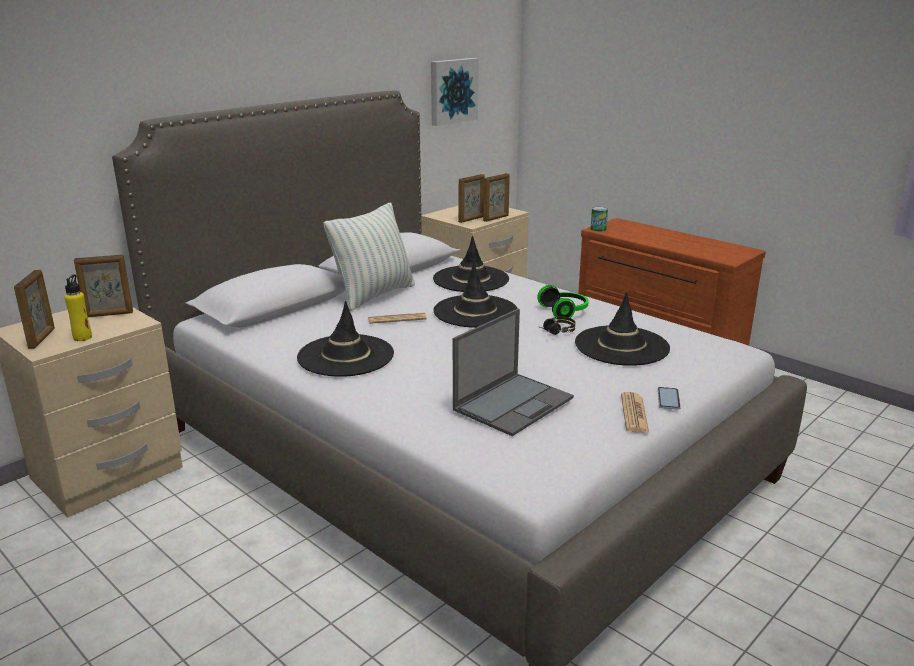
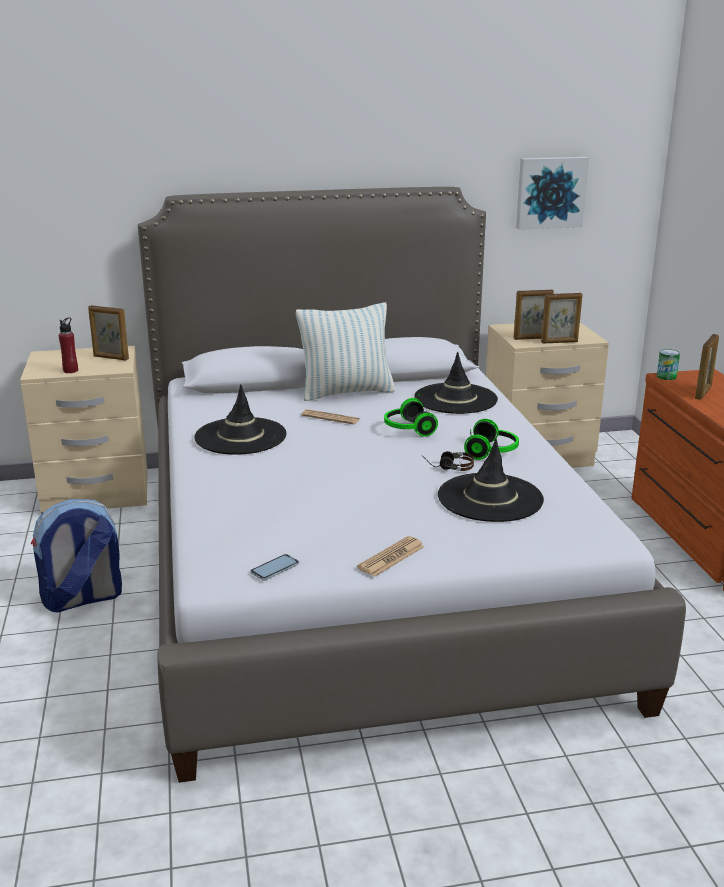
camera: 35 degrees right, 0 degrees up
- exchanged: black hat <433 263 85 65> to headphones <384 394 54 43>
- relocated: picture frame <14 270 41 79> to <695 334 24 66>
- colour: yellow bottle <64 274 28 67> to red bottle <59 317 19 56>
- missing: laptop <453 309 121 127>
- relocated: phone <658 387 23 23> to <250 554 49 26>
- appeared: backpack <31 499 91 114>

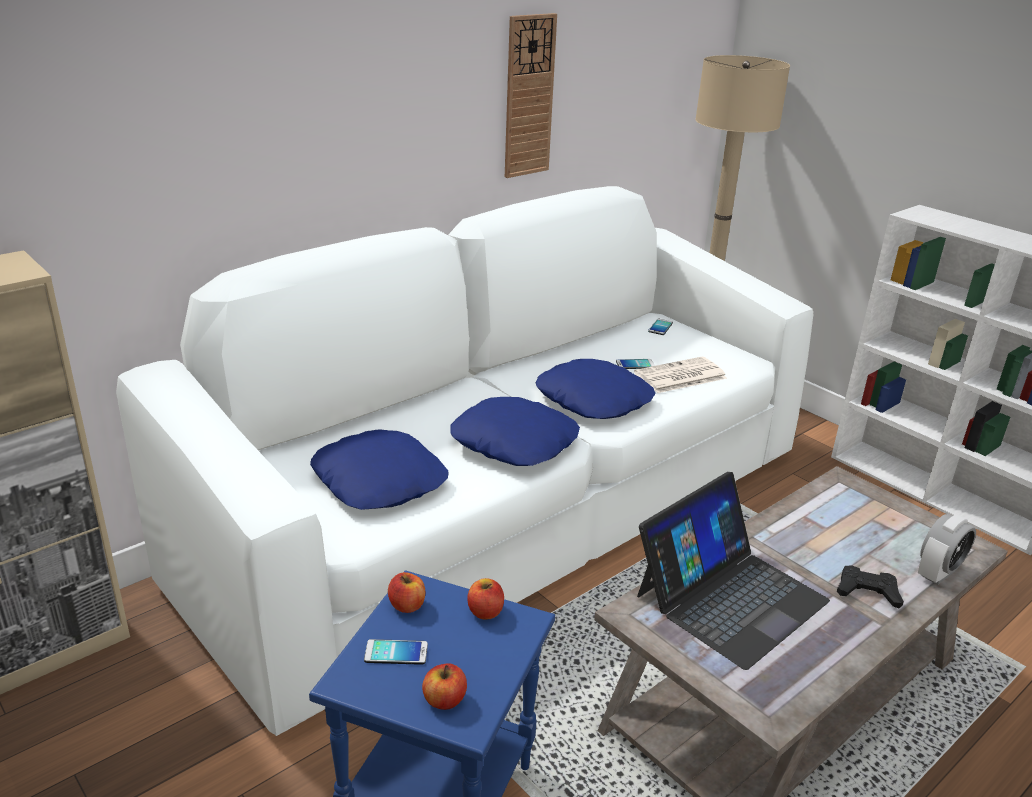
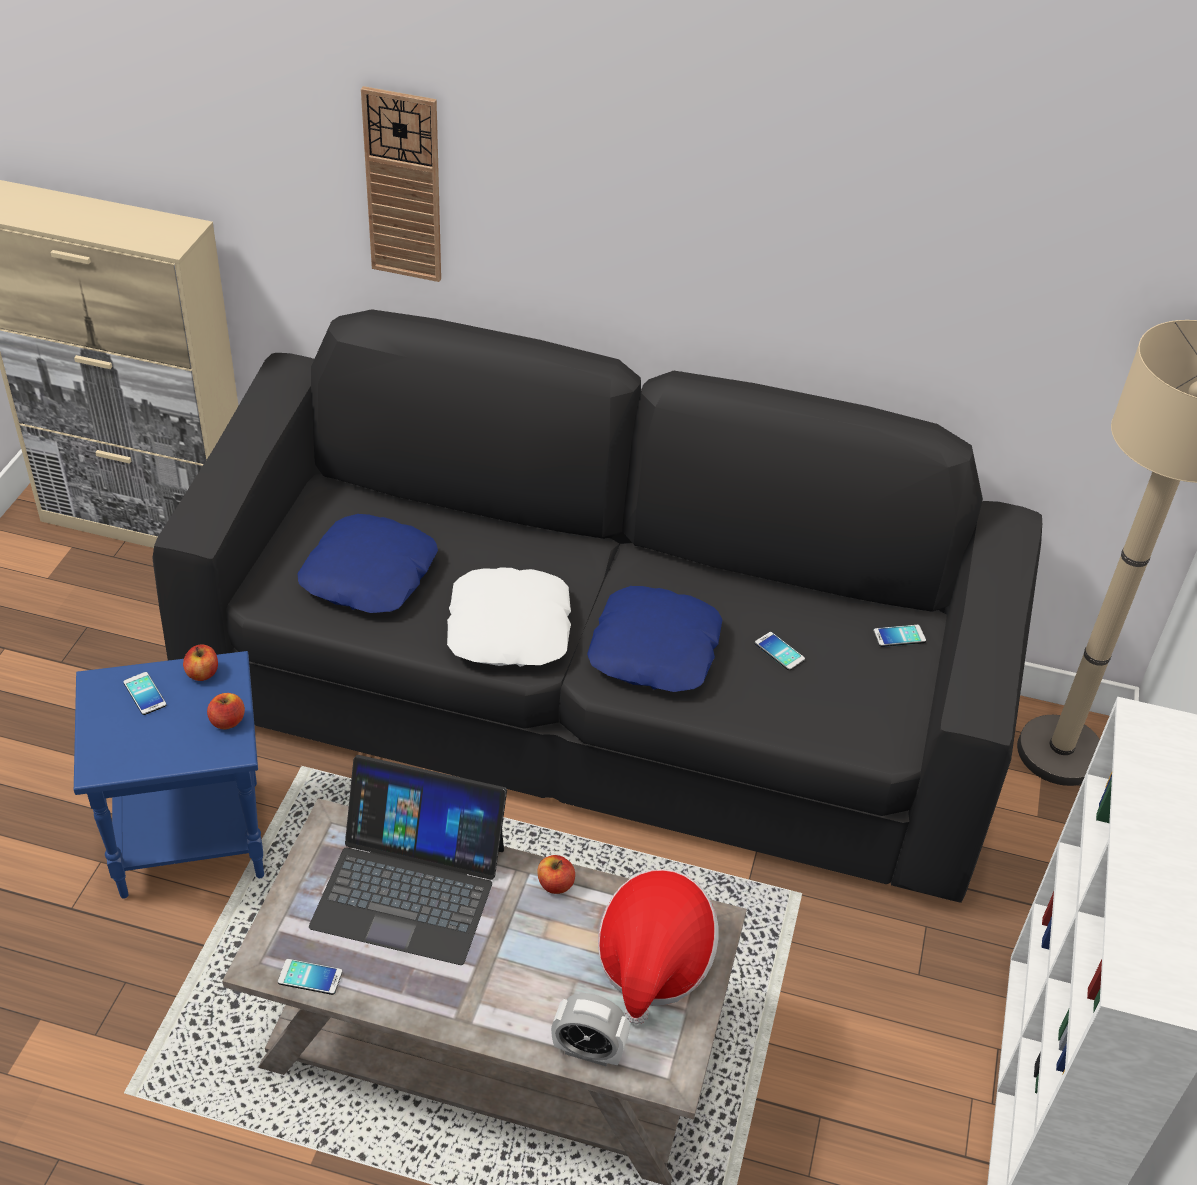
camera: 55 degrees right, 15 degrees up
- relocated: wall clock <505 13 52 165> to <361 86 80 196>
- colour: white sofa <116 186 697 550> to black sofa <152 309 890 594>
- missing: newspaper <634 357 93 36>
- colour: blue pillow <450 397 130 69> to white pillow <447 567 124 100>
- missing: black game controller <837 565 67 43>
- relocated: apple <422 663 45 47> to <537 855 38 39>
- appeared: hat <598 869 120 155>
- appeared: phone <278 959 65 36>

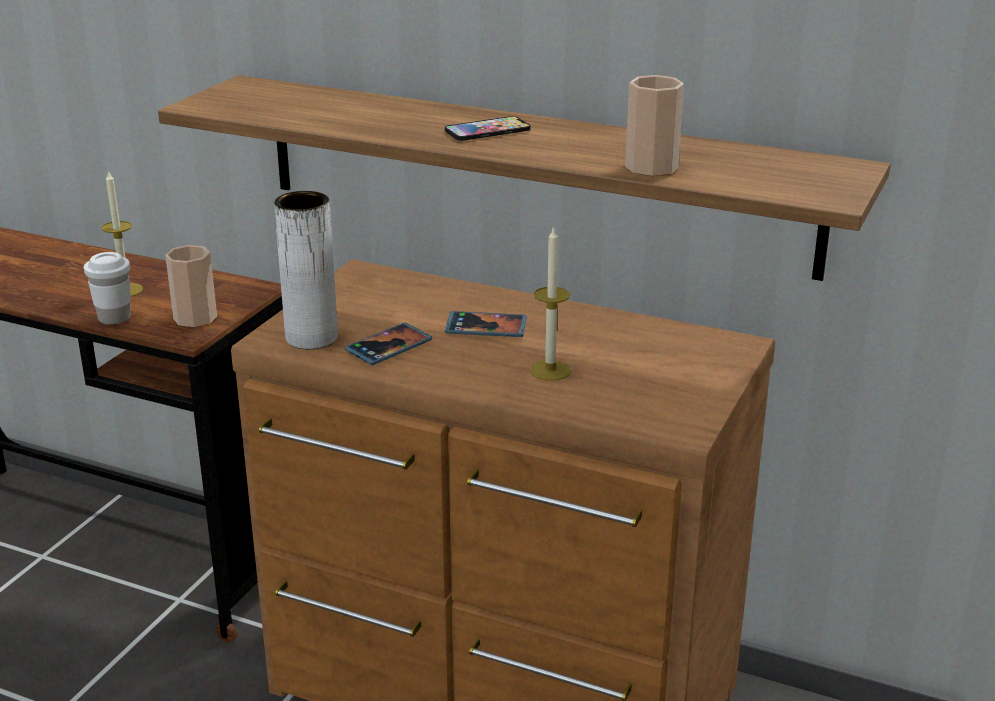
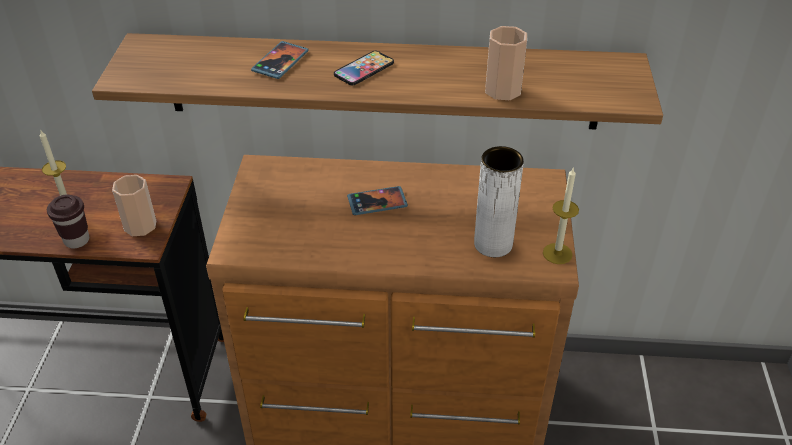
camera: 20 degrees left, 15 degrees up
- relocated: white vase <274 191 64 158> to <474 146 50 111>
- relocated: candle <530 226 41 155> to <543 168 36 96>
- colour: white cup <84 252 47 73> to brown cup <47 194 42 54>
- relocated: phone <345 323 87 42> to <251 41 57 38>

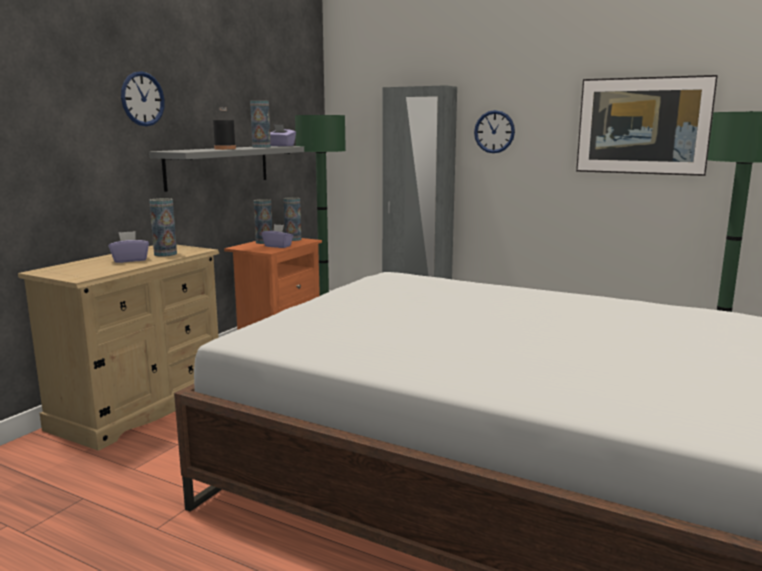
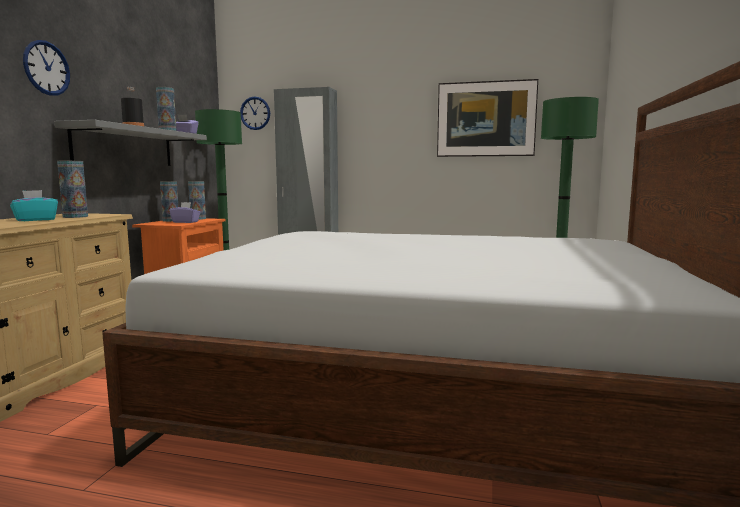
camera: 15 degrees left, 5 degrees down
- relocated: wall clock <474 110 41 43> to <240 96 30 34>
- colour: purple tissue box <108 231 41 32> to turquoise tissue box <10 190 48 31>

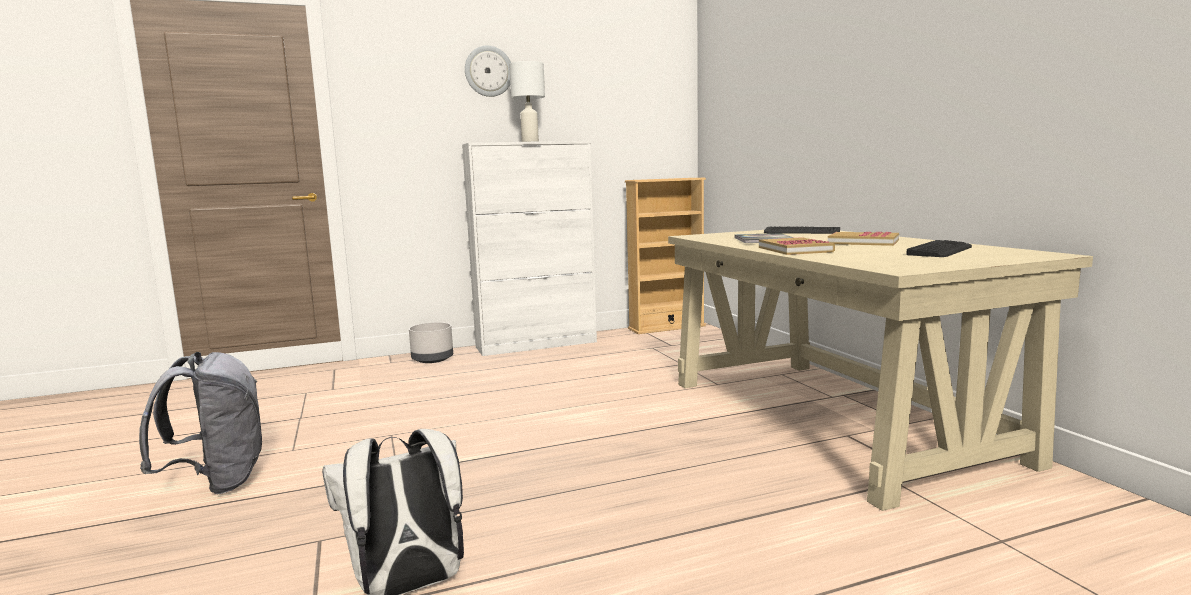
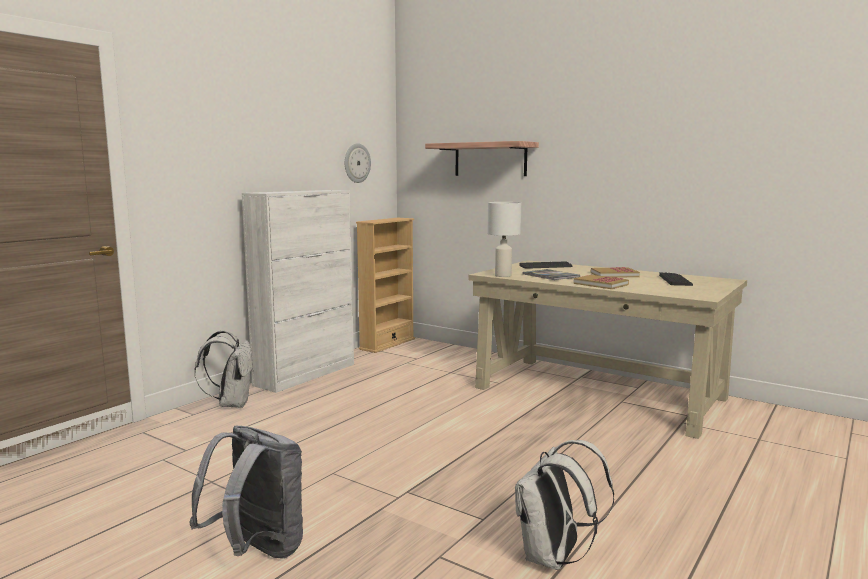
camera: 35 degrees left, 0 degrees up
- relocated: wall clock <465 46 46 51> to <345 143 26 40>
- relocated: white table lamp <509 61 36 81> to <488 202 33 75>
- exchanged: grey planter <409 322 44 41> to white backpack <194 330 60 78>
- appeared: shelf <425 141 114 35>

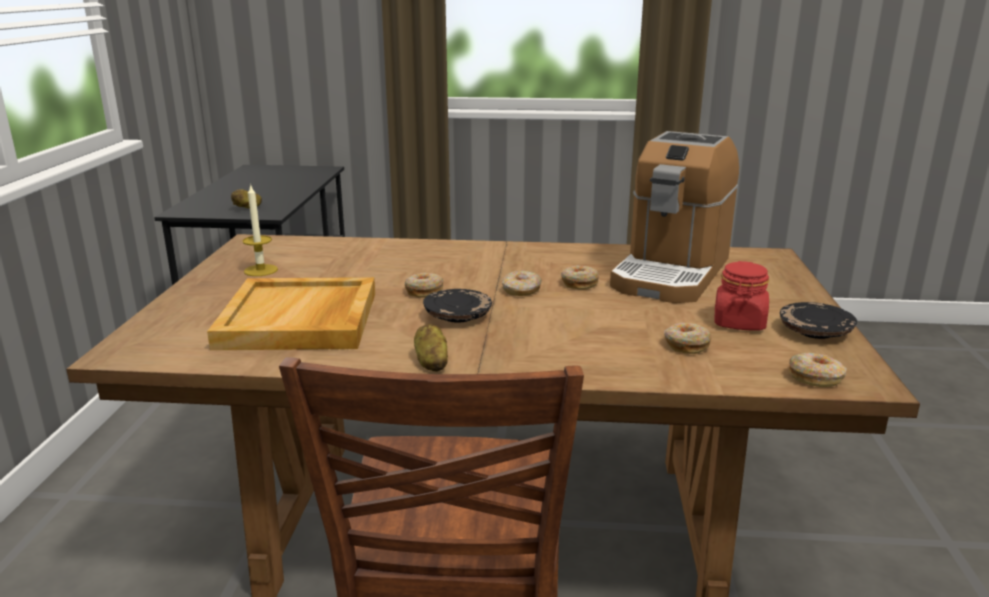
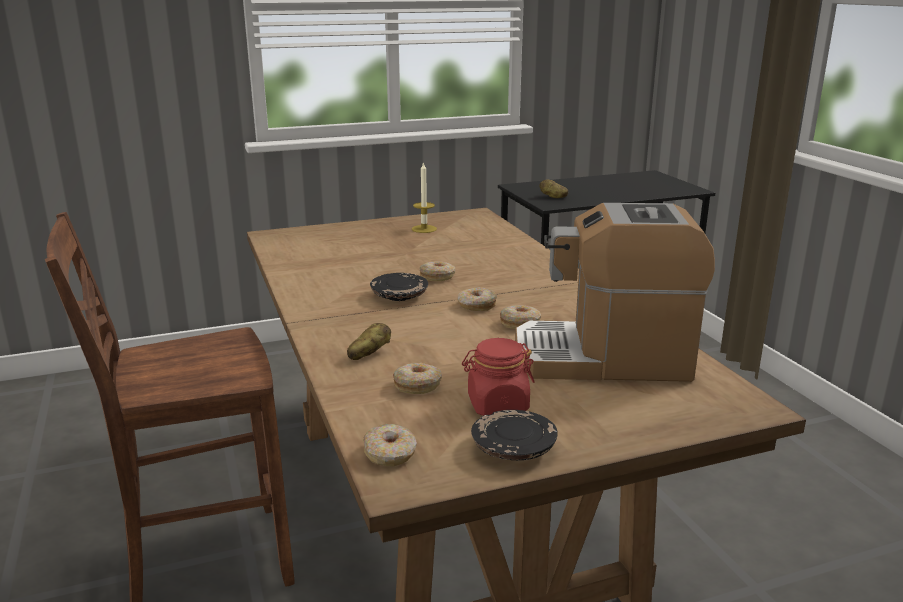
camera: 65 degrees right, 0 degrees up
- missing: beige tray <207 277 168 73>
- relocated: potato <414 324 34 48> to <347 323 44 37>

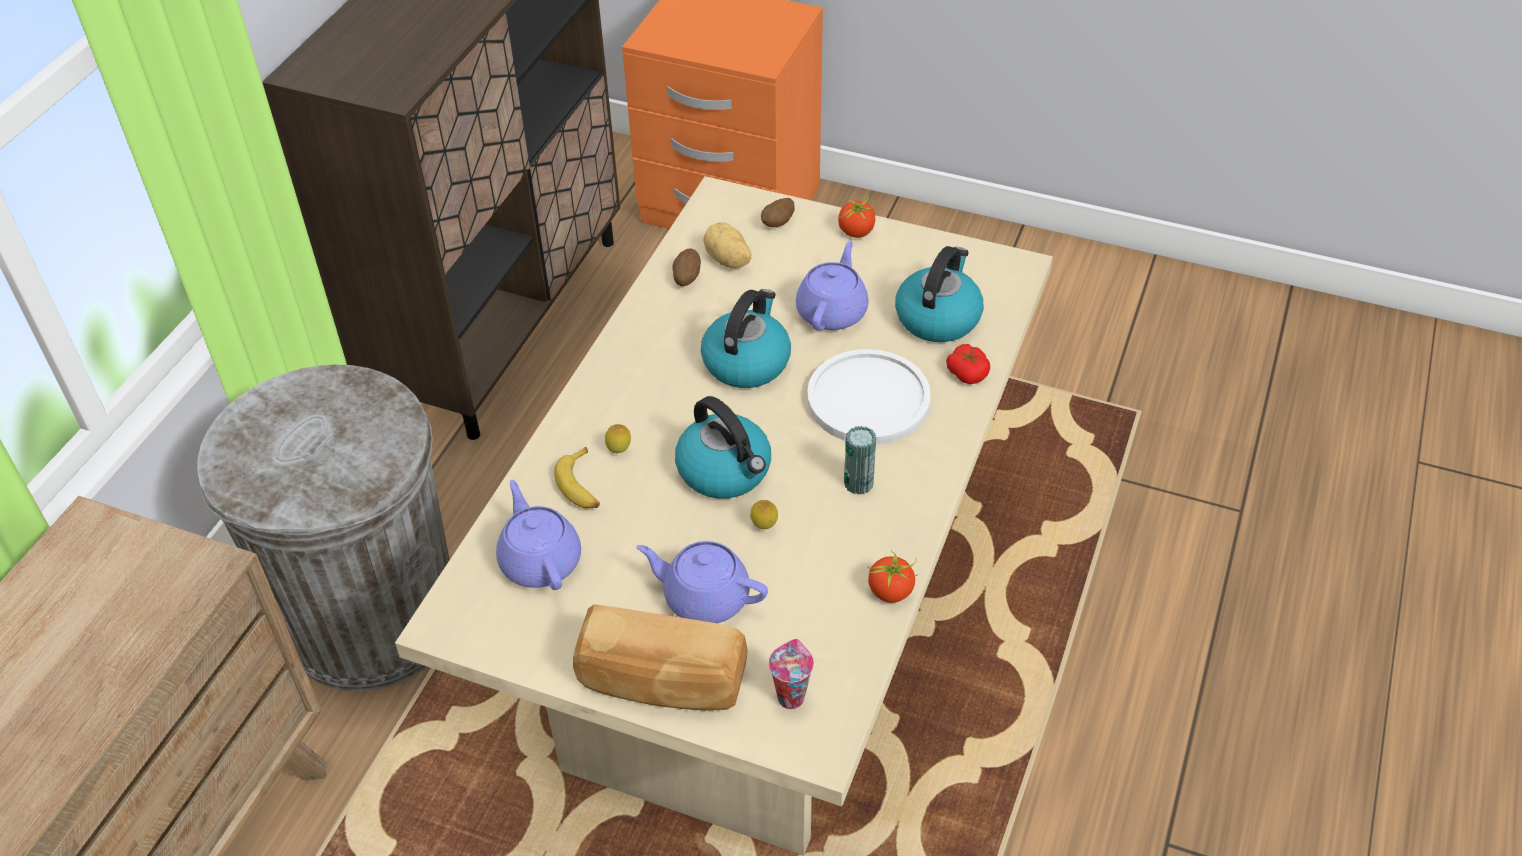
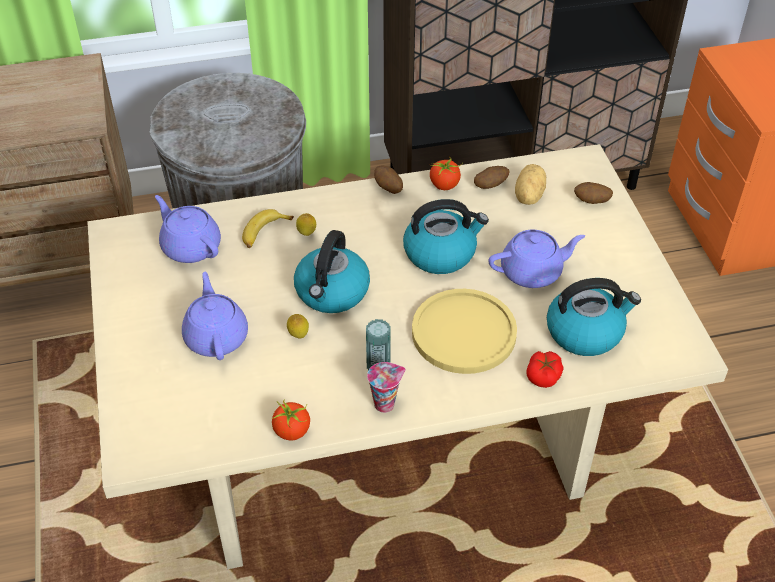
camera: 55 degrees right, 0 degrees up
- relocated: tomato <838 194 40 44> to <430 156 33 34>
- colour: white plate <807 349 124 96> to yellow plate <412 289 105 85>
- spun: purple teapot <496 480 85 110> = <155 195 66 68> 75 degrees counterclockwise
- missing: bread <573 604 175 106>
- relocated: cup <769 639 45 70> to <367 362 39 51>
- appeared: potato <374 166 29 28>

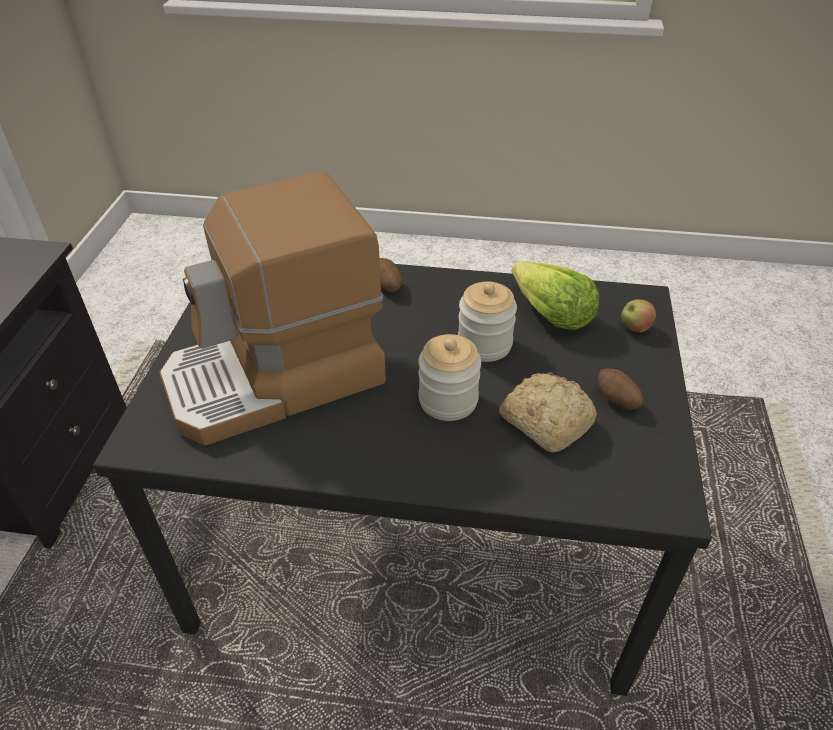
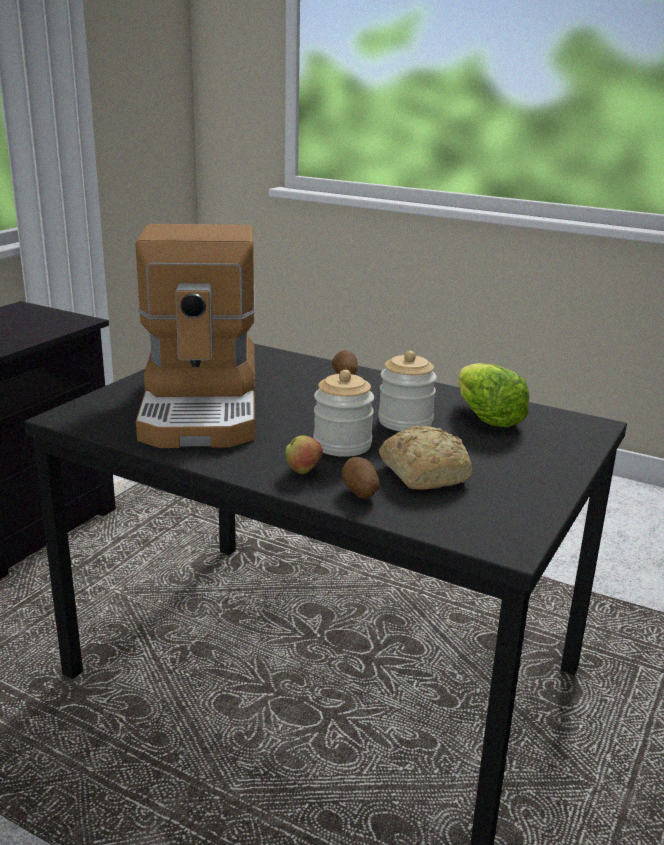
camera: 20 degrees right, 20 degrees down
- spun: coffee machine <159 172 227 274> = <135 224 120 224> 90 degrees counterclockwise
- relocated: apple <621 299 35 34> to <285 435 38 39>
- relocated: potato <598 368 45 42> to <342 457 38 41>

